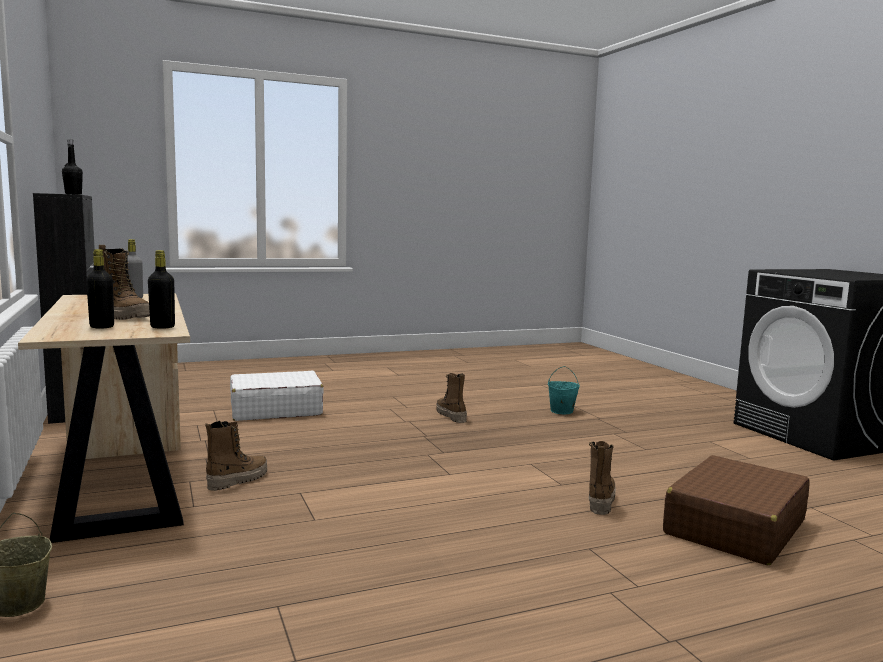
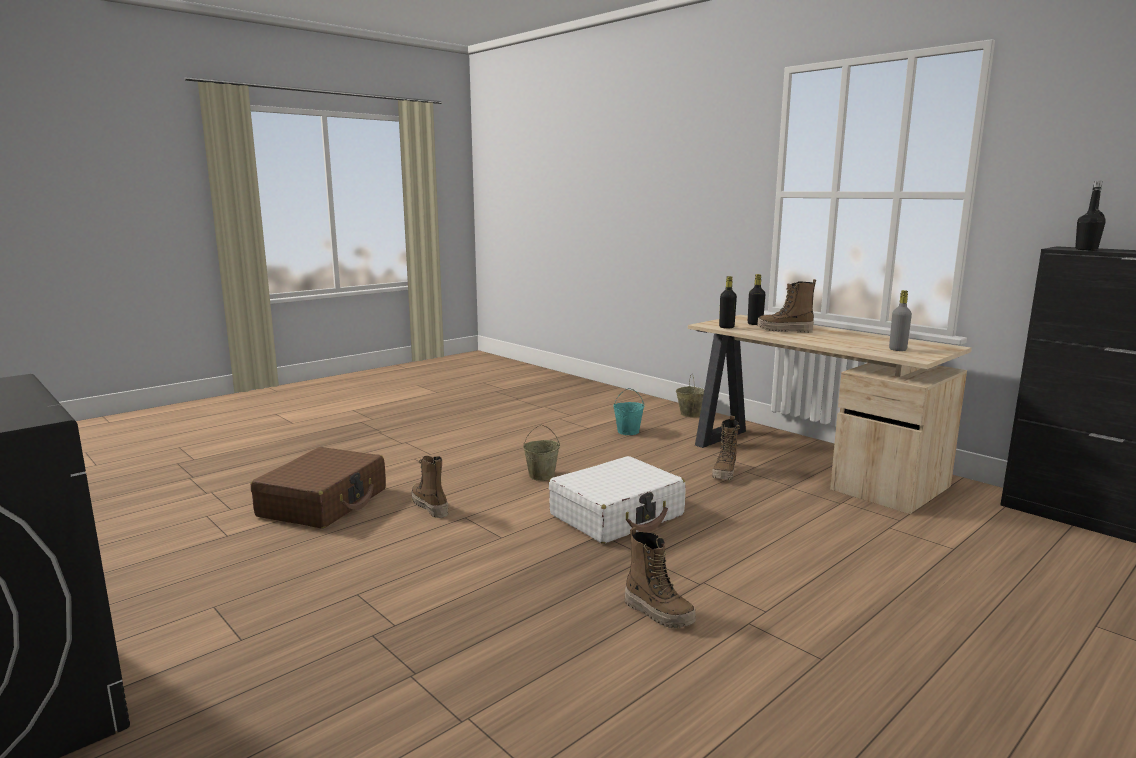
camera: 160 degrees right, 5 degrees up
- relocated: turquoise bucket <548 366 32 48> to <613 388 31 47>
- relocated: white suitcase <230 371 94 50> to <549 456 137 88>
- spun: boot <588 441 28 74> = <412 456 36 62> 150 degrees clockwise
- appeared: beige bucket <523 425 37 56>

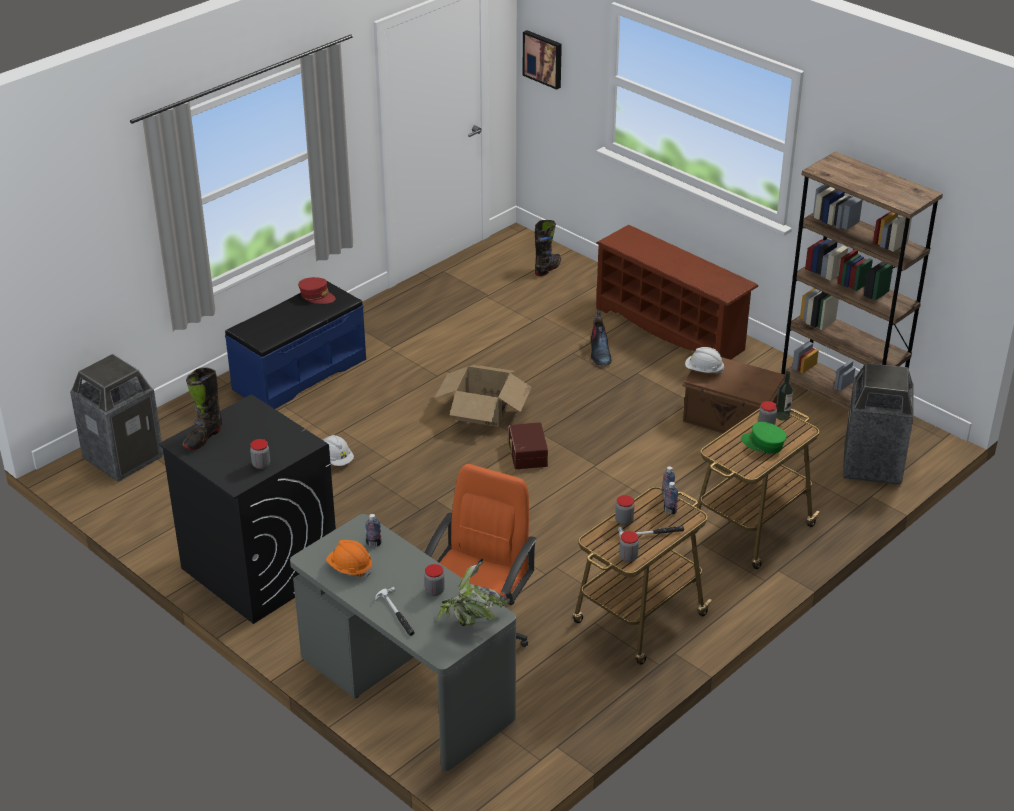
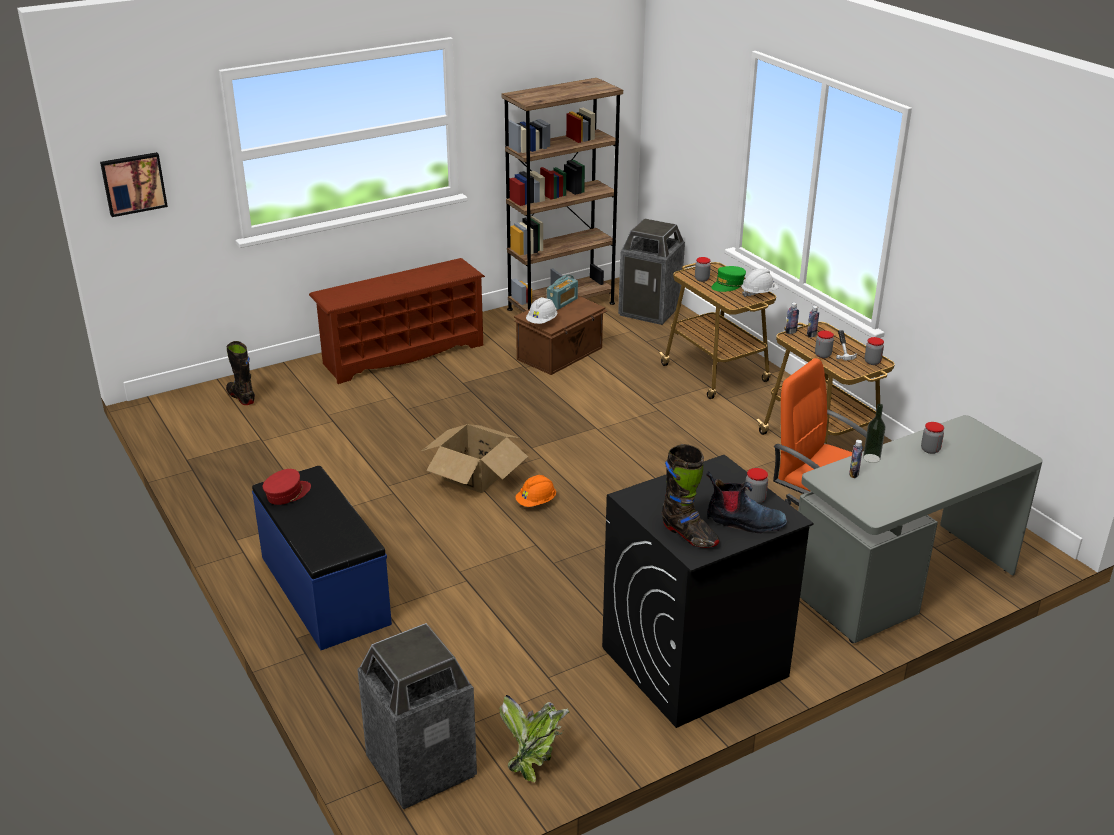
camera: 75 degrees left, 5 degrees down
- relocated: boot <591 309 20 57> to <706 471 81 62>
- relocated: bottle <776 371 17 49> to <863 404 23 59>
- missing: brown storage box <509 422 39 47>
- relocated: white hard hat <323 435 31 31> to <741 269 38 28>
- relocated: orange hard hat <326 540 46 37> to <515 475 41 32>
- relocated: potted plant <437 558 73 68> to <500 695 69 88>
- missing: hammer <375 587 40 49>
- appeared: radio <547 275 31 35>

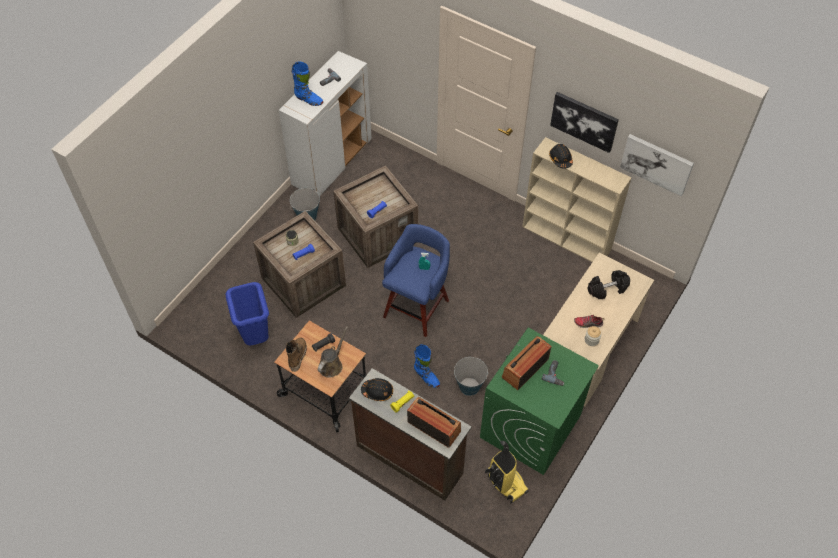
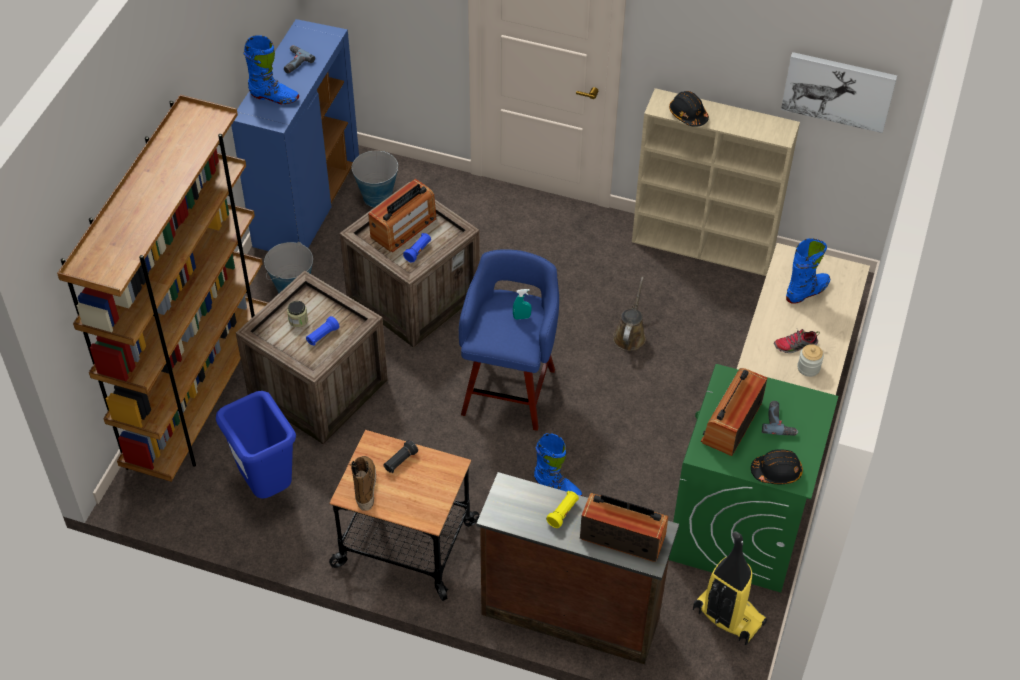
camera: 15 degrees left, 5 degrees down
- colour: white cabinet <279 51 93 145> to blue cabinet <231 19 128 232>
- missing: picture <550 92 69 61>
- exchanged: black dumbbell <588 270 42 29> to blue boot <786 238 44 66>
- relocated: brown watering can <318 326 30 52> to <613 277 33 74>
- relocated: bucket <454 357 34 39> to <351 151 48 56>
- relocated: black hard hat <361 378 32 23> to <751 449 52 35>
- appeared: brown bookcase <57 95 211 387>
- appeared: radio <368 179 69 73>

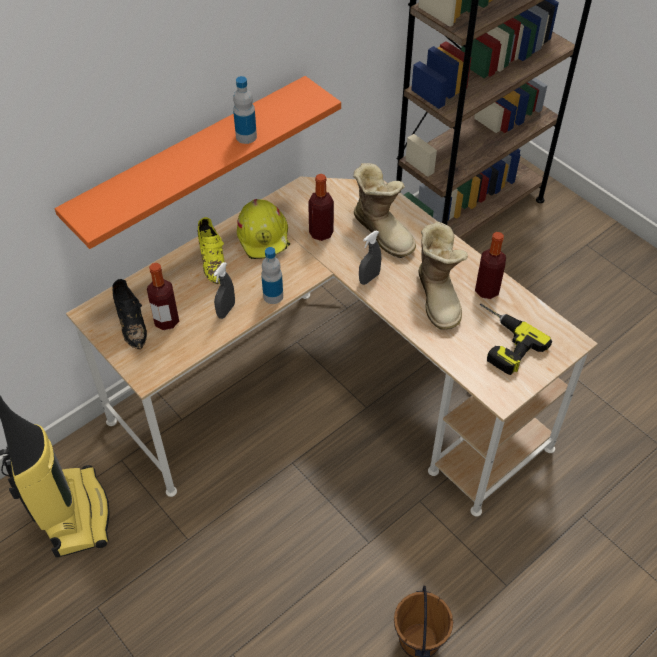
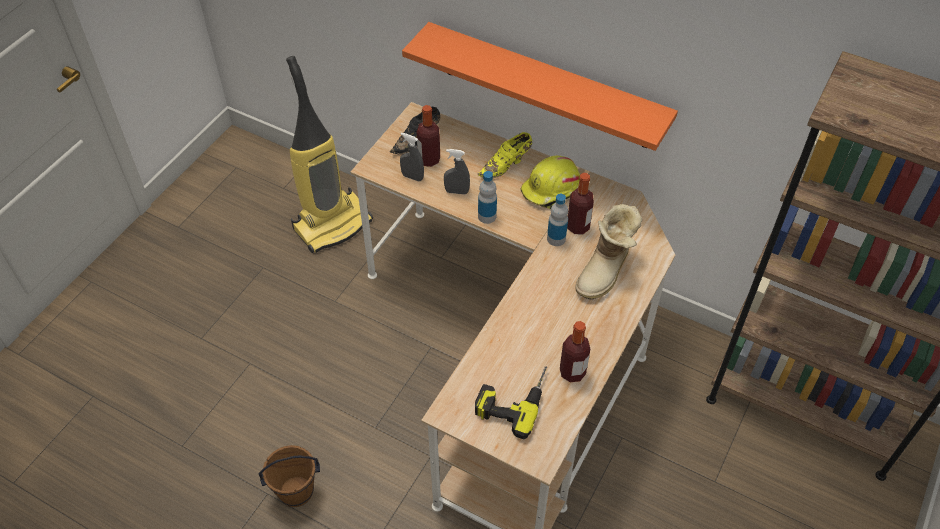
camera: 70 degrees right, 0 degrees up
- relocated: bottle <233 76 24 68> to <547 194 21 52>
- missing: boot <419 221 49 109>
- relocated: grey spray bottle <359 230 22 55> to <400 132 24 50>

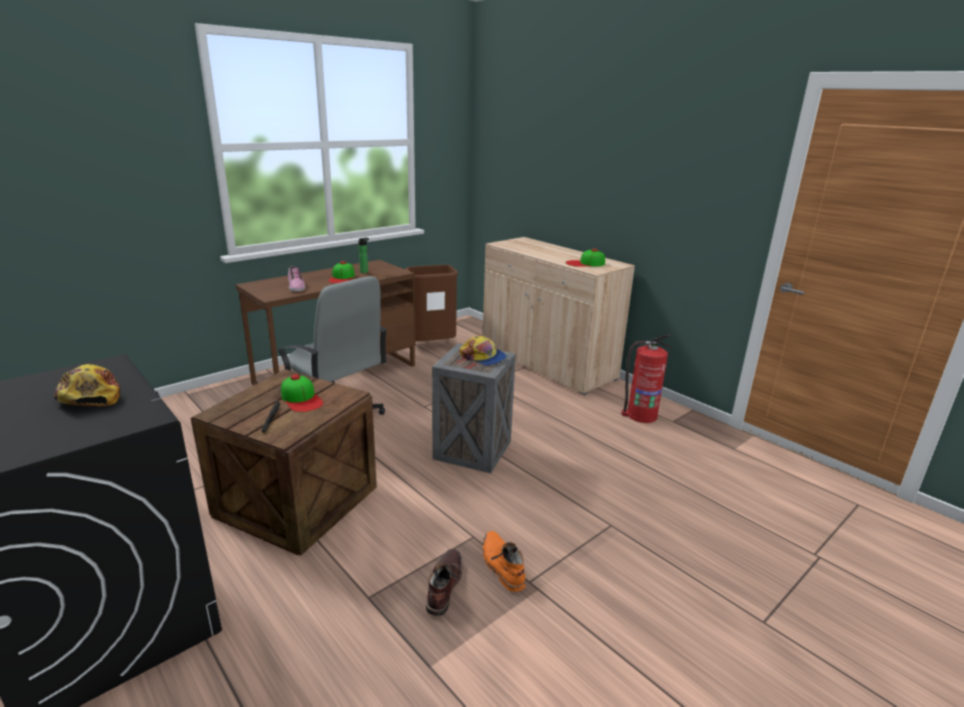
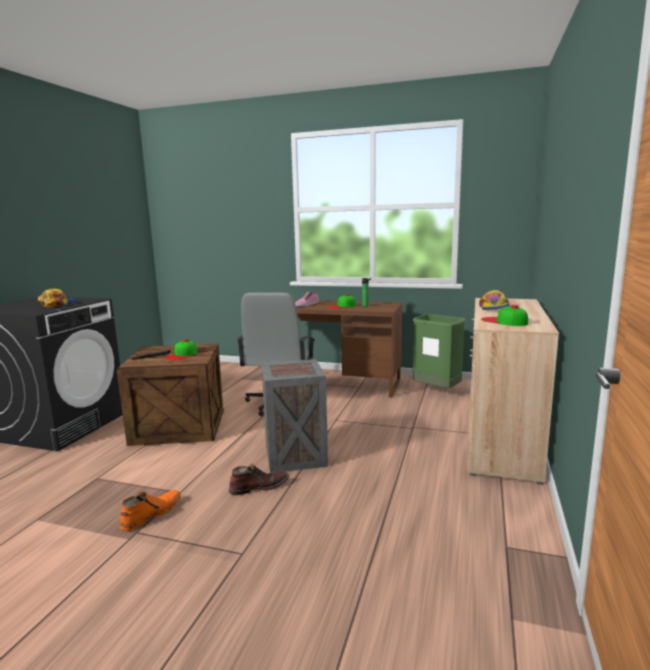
camera: 60 degrees right, 10 degrees down
- colour: brown trash can <405 265 53 76> to green trash can <413 314 53 74>
- missing: fire extinguisher <621 334 52 89>
- relocated: cap <459 335 48 31> to <479 290 31 20>
- relocated: brown boot <426 549 37 67> to <229 464 60 31>

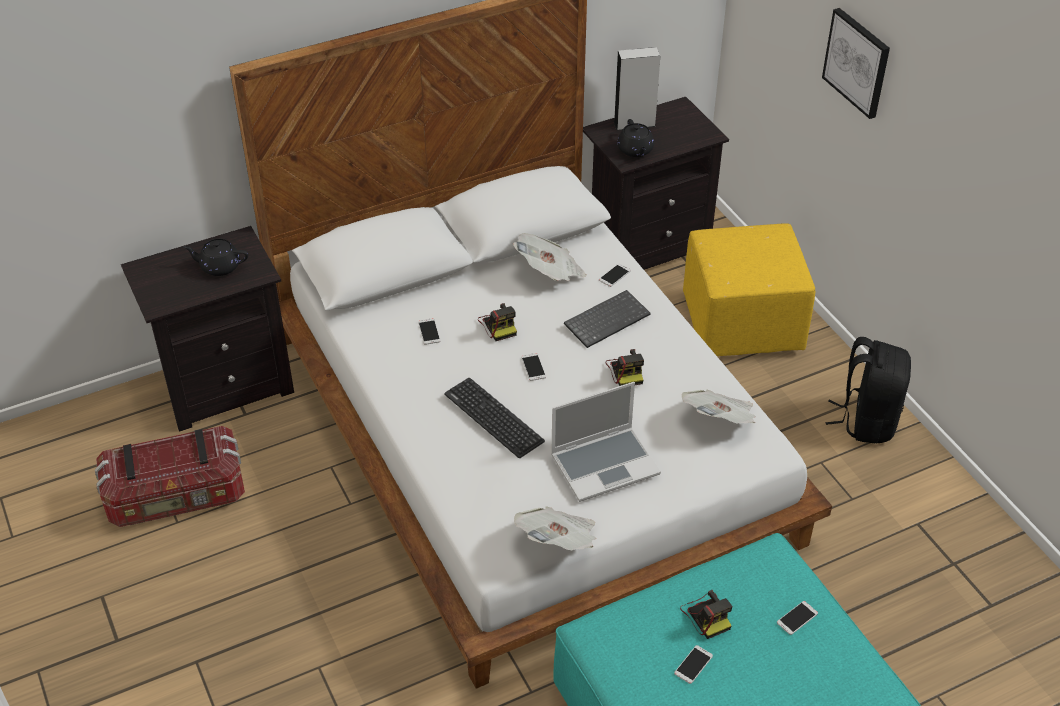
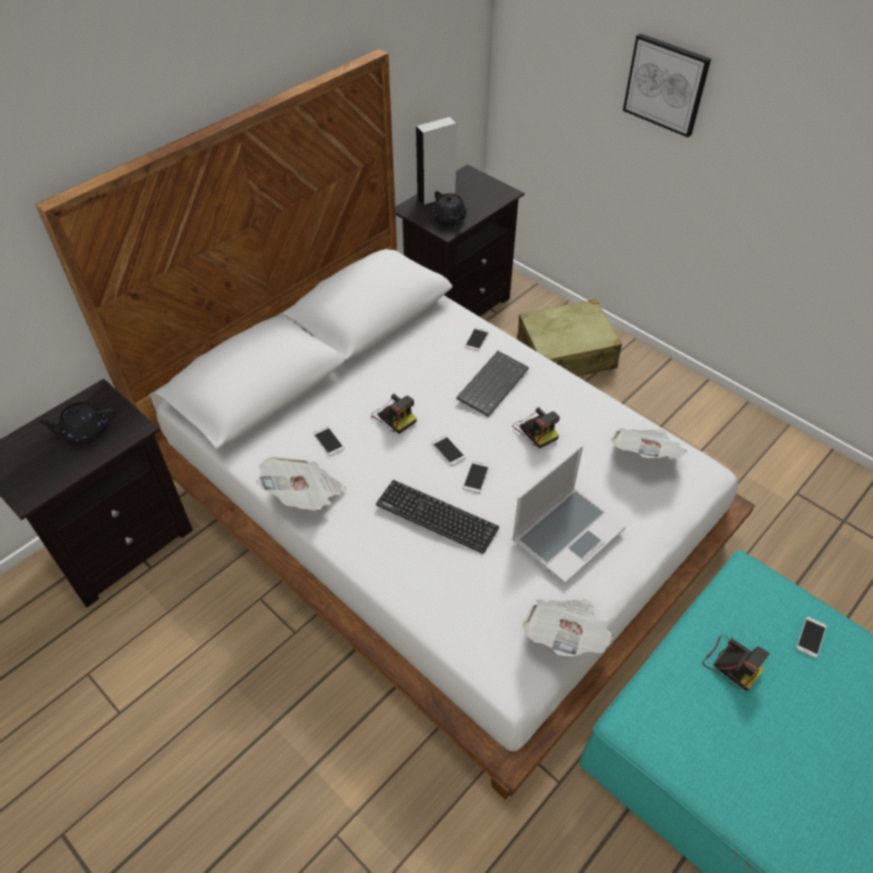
camera: 20 degrees left, 5 degrees up
- exchanged: yellow ottoman <683 223 132 133> to beige suitcase <517 299 105 77>
- relocated: newspaper <513 233 74 48> to <256 457 90 54>
- missing: black backpack <826 337 85 106>
- missing: storage box <95 426 150 101>
- relocated: phone <674 645 39 39> to <463 461 26 32>

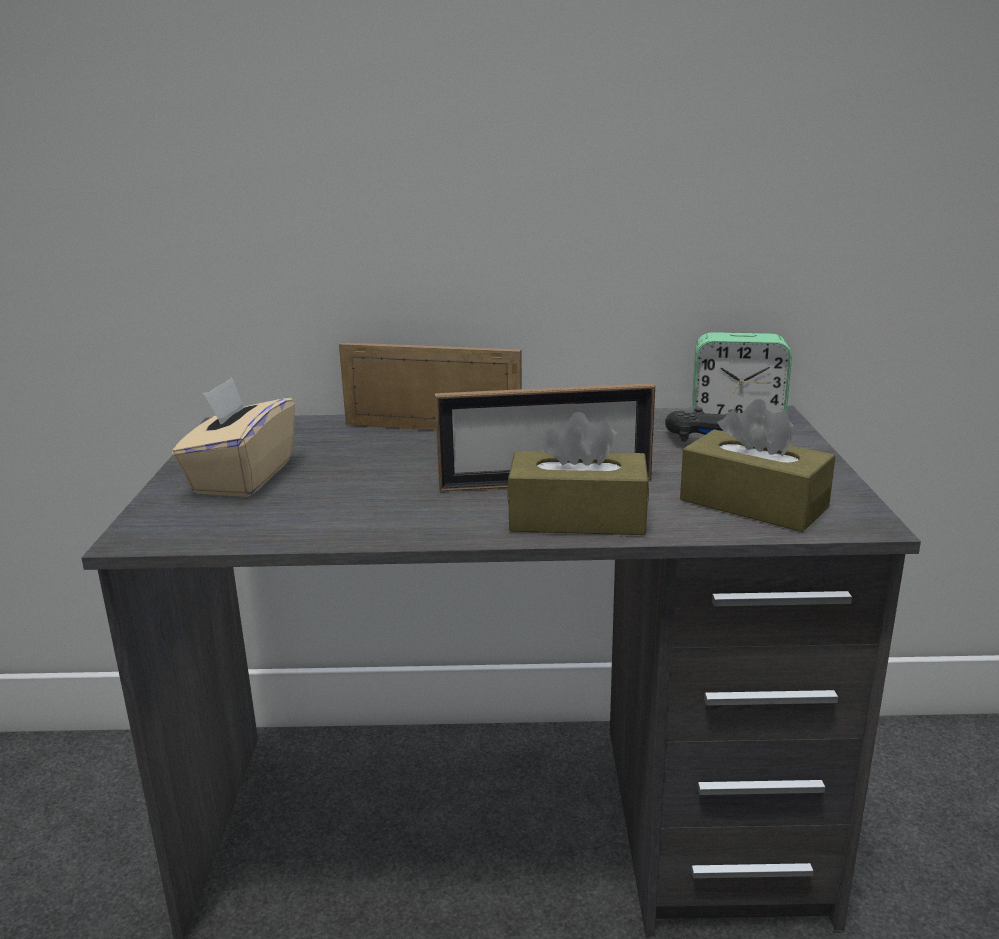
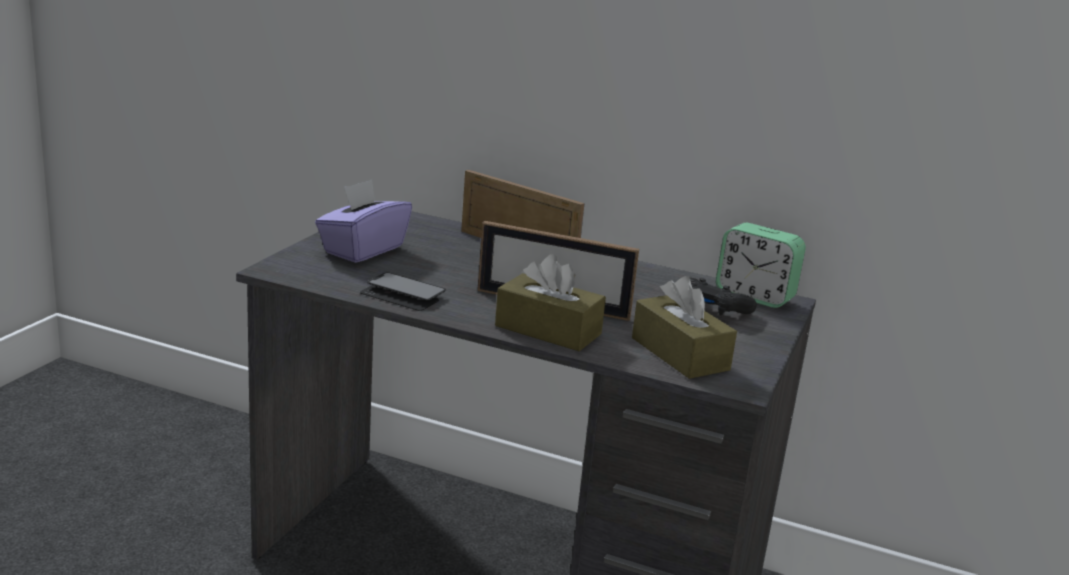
camera: 20 degrees right, 0 degrees up
- colour: beige tissue box <172 377 123 120> to purple tissue box <315 179 97 84>
- appeared: phone <360 272 86 39>

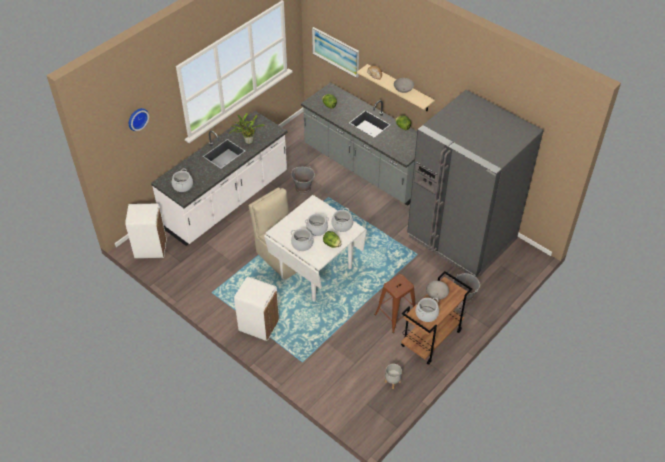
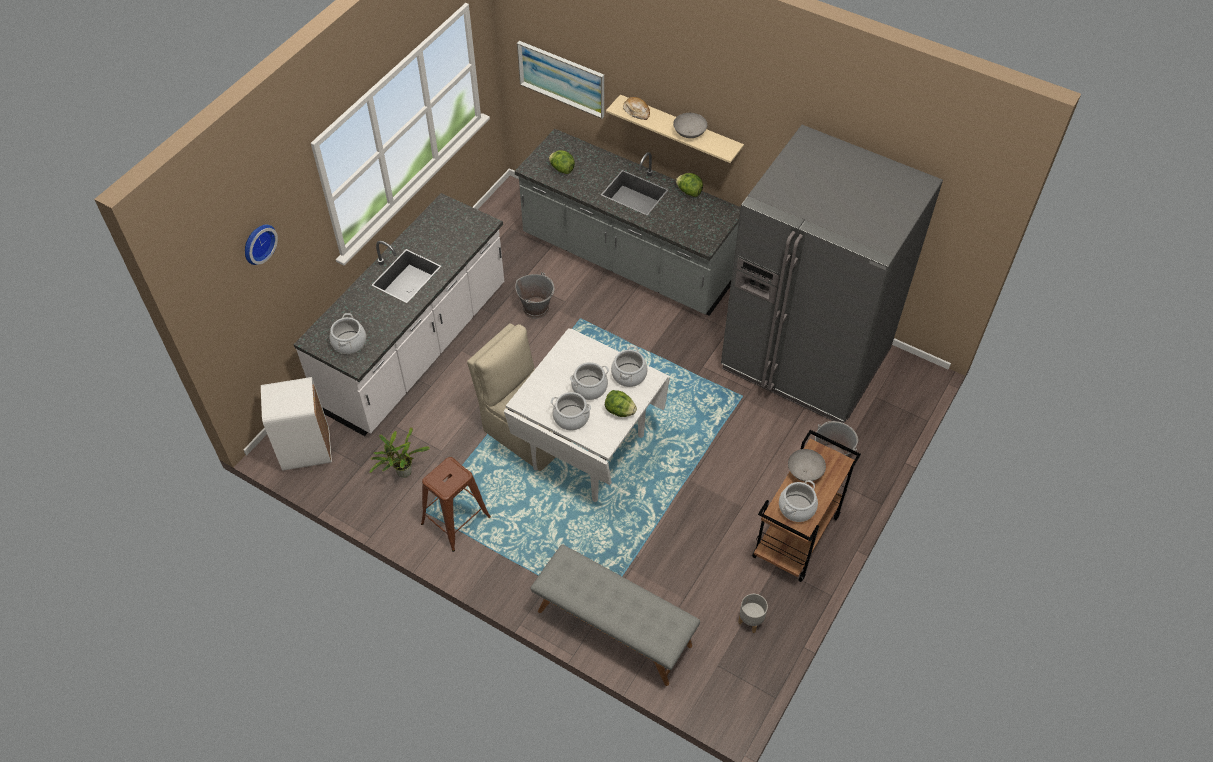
camera: 10 degrees left, 5 degrees up
- relocated: potted plant <229 113 36 31> to <369 427 61 51>
- relocated: brown stool <375 274 40 59> to <421 457 70 95>
- missing: white trash can <234 276 45 65>
- appeared: grey bench <531 544 169 142>

